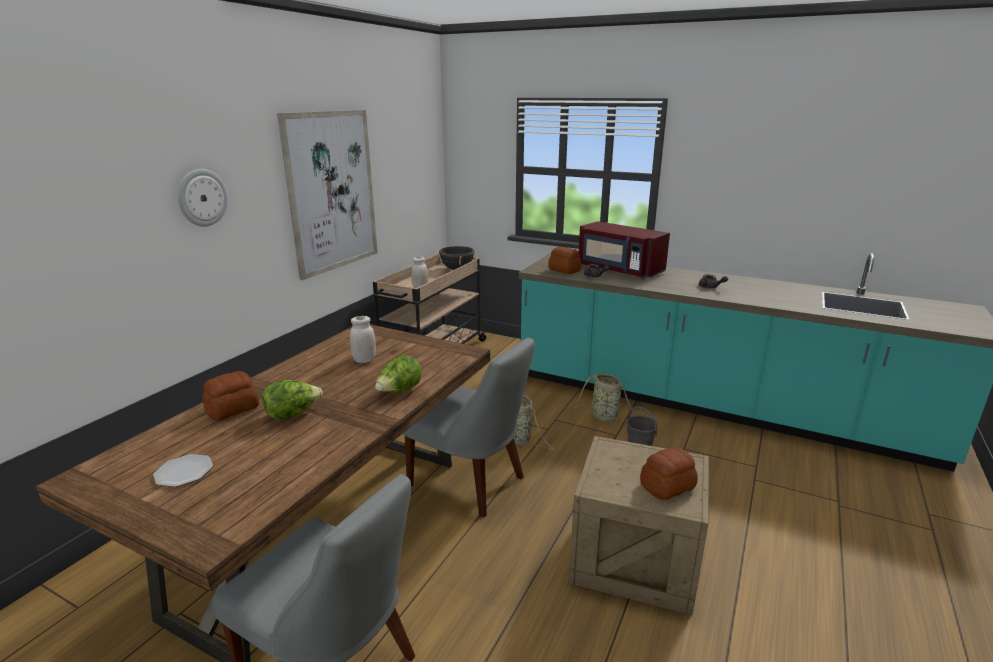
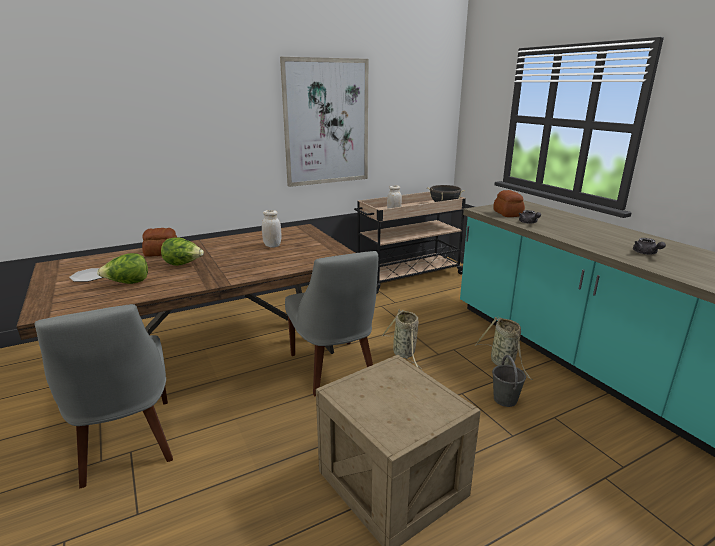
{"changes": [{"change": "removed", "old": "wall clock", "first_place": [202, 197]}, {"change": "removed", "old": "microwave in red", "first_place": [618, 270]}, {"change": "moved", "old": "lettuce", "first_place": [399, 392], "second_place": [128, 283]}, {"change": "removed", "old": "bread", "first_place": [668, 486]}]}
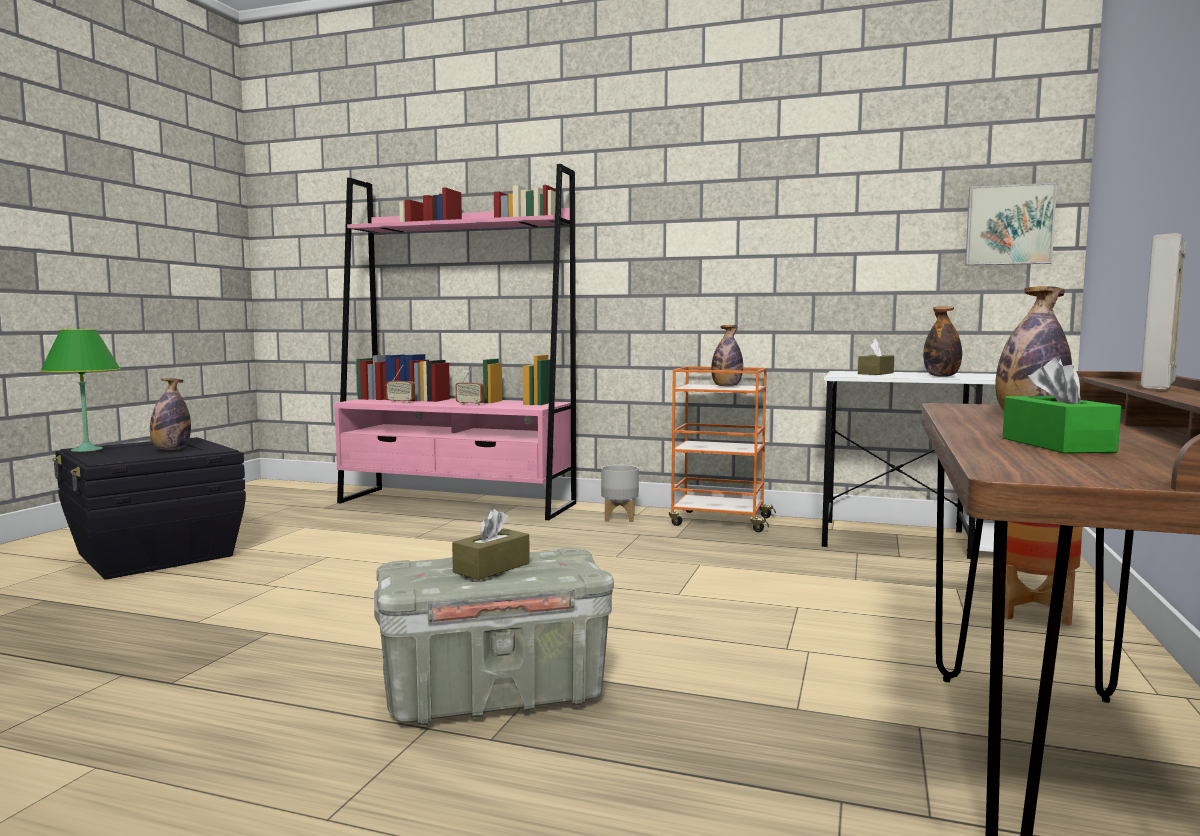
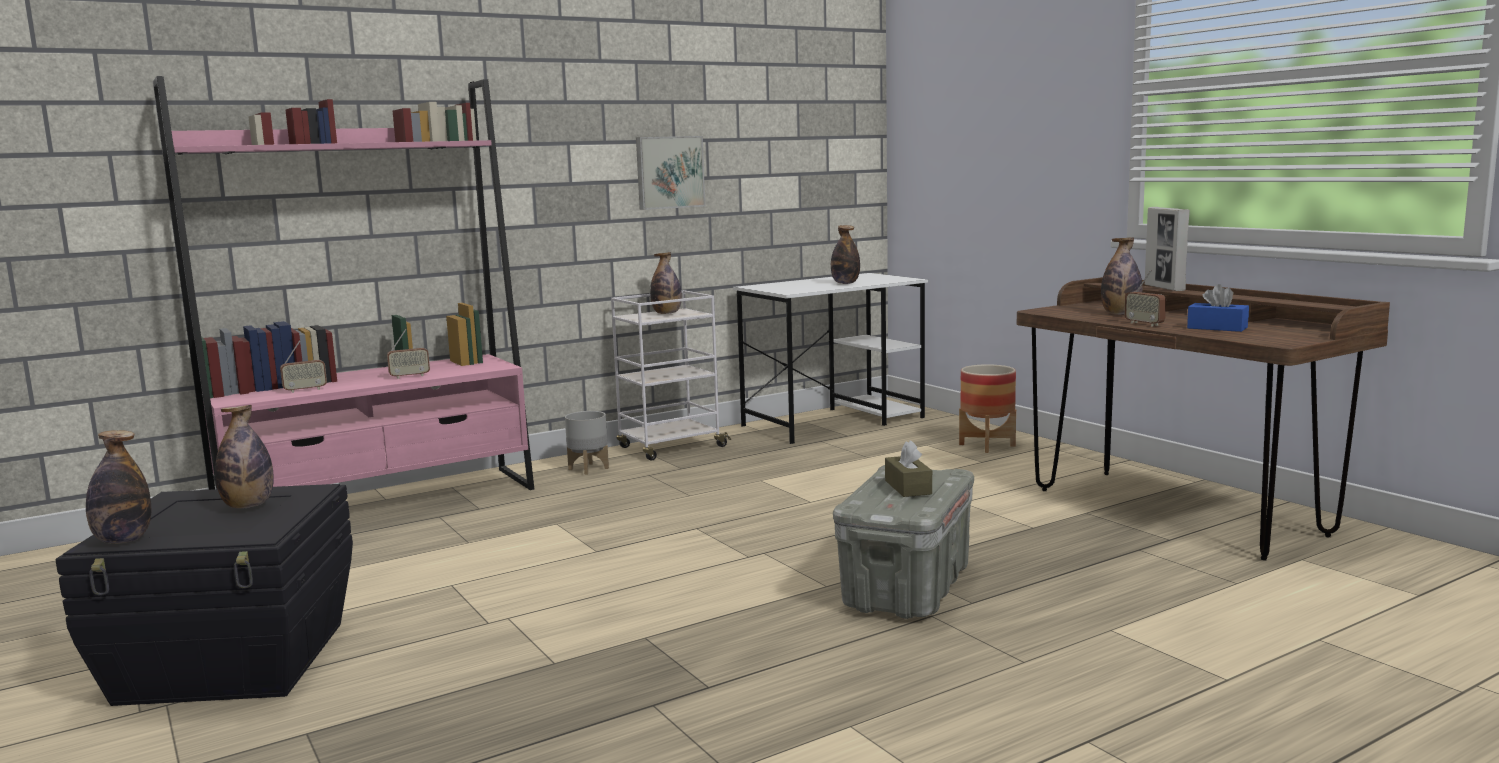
{"changes": [{"change": "moved", "old": "picture", "first_place": [1009, 225], "second_place": [669, 172]}, {"change": "replaced", "old": "table lamp in green", "new": "bottle", "first_place": [87, 450], "second_place": [123, 540]}, {"change": "removed", "old": "tissue box in brown", "first_place": [875, 373]}, {"change": "recoloured", "old": "tissue box in green", "new": "tissue box in blue", "first_place": [1056, 445], "second_place": [1217, 328]}, {"change": "recoloured", "old": "cart in orange", "new": "cart in white", "first_place": [719, 521], "second_place": [670, 447]}, {"change": "added", "new": "radio", "second_place": [1144, 324]}]}
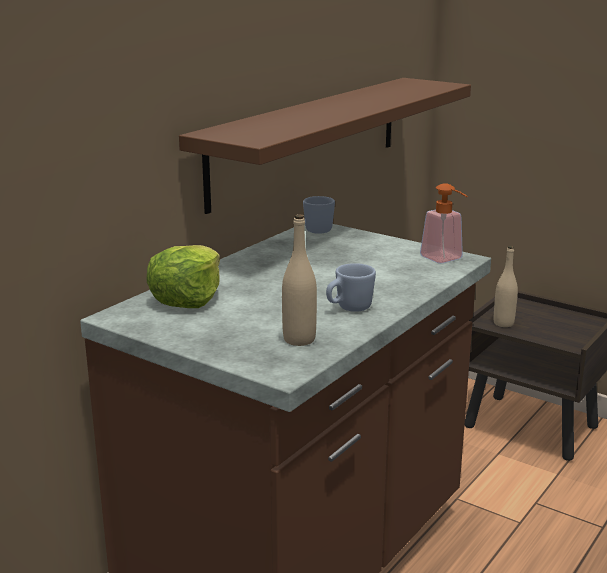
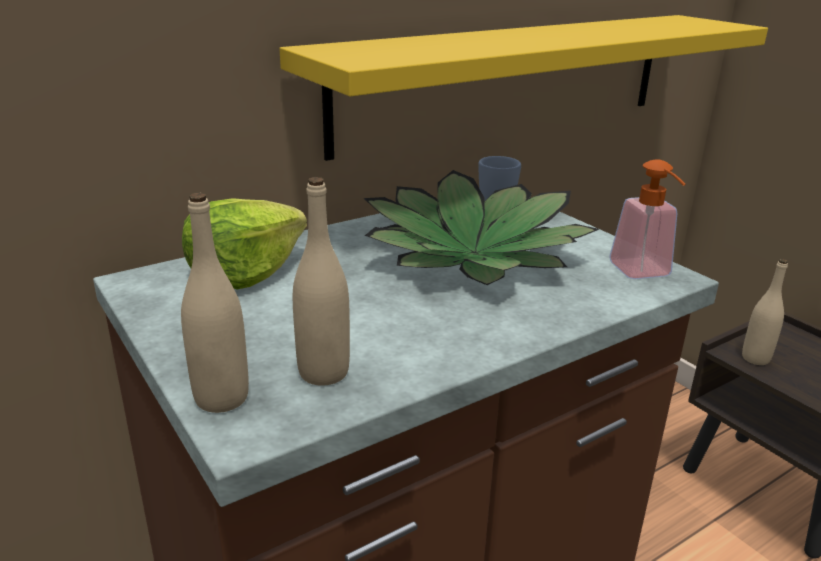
{"changes": [{"change": "recoloured", "old": "shelf in brown", "new": "shelf in yellow", "first_place": [308, 139], "second_place": [510, 79]}, {"change": "removed", "old": "mug in blue", "first_place": [349, 308]}, {"change": "added", "new": "potted plant", "second_place": [474, 252]}, {"change": "added", "new": "bottle in beige", "second_place": [221, 398]}]}
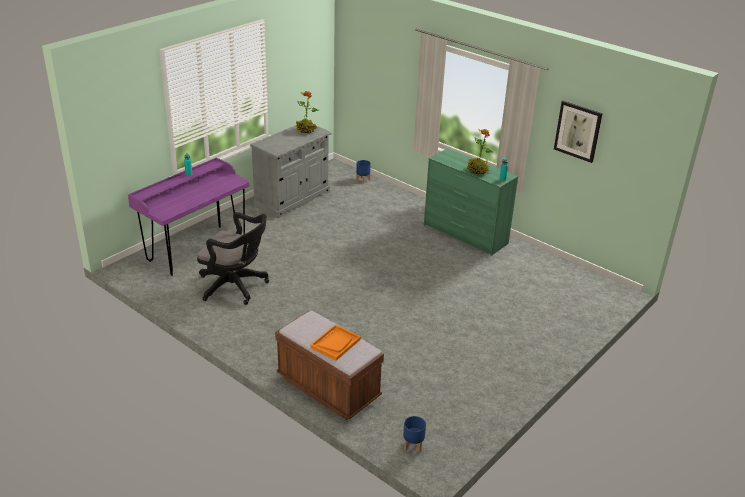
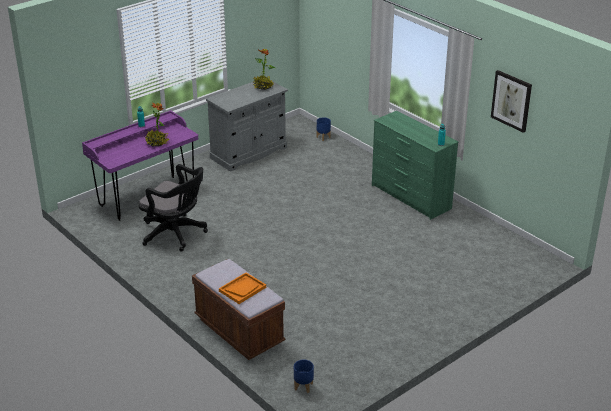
{"changes": [{"change": "moved", "old": "potted plant", "first_place": [477, 171], "second_place": [157, 143]}]}
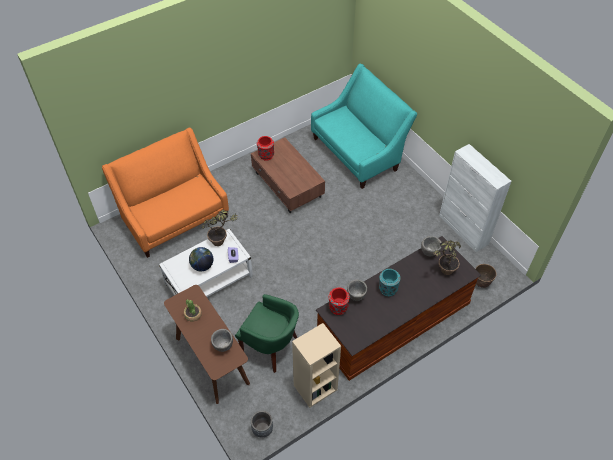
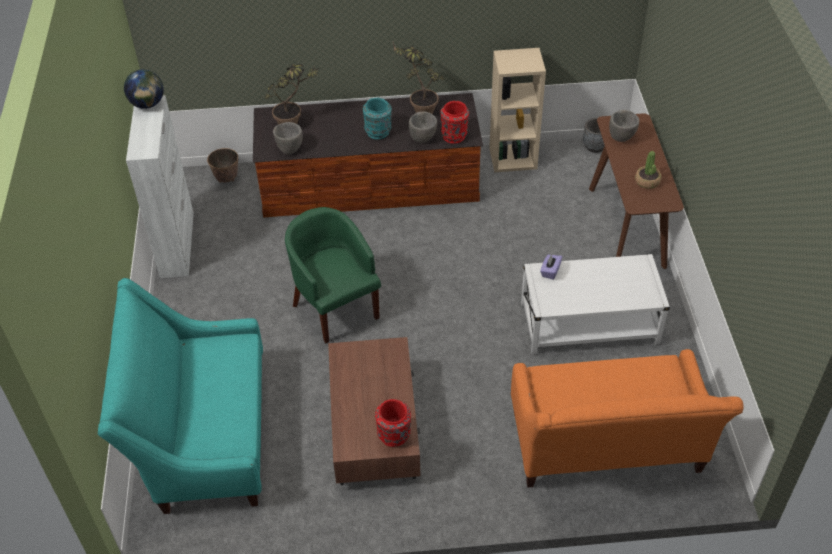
{"changes": [{"change": "moved", "old": "potted plant", "first_place": [222, 242], "second_place": [419, 110]}, {"change": "moved", "old": "globe", "first_place": [202, 266], "second_place": [147, 104]}, {"change": "moved", "old": "armchair in green", "first_place": [271, 347], "second_place": [335, 307]}]}
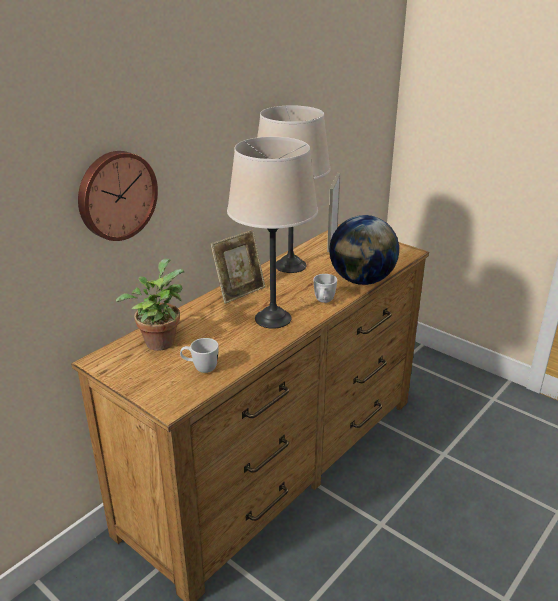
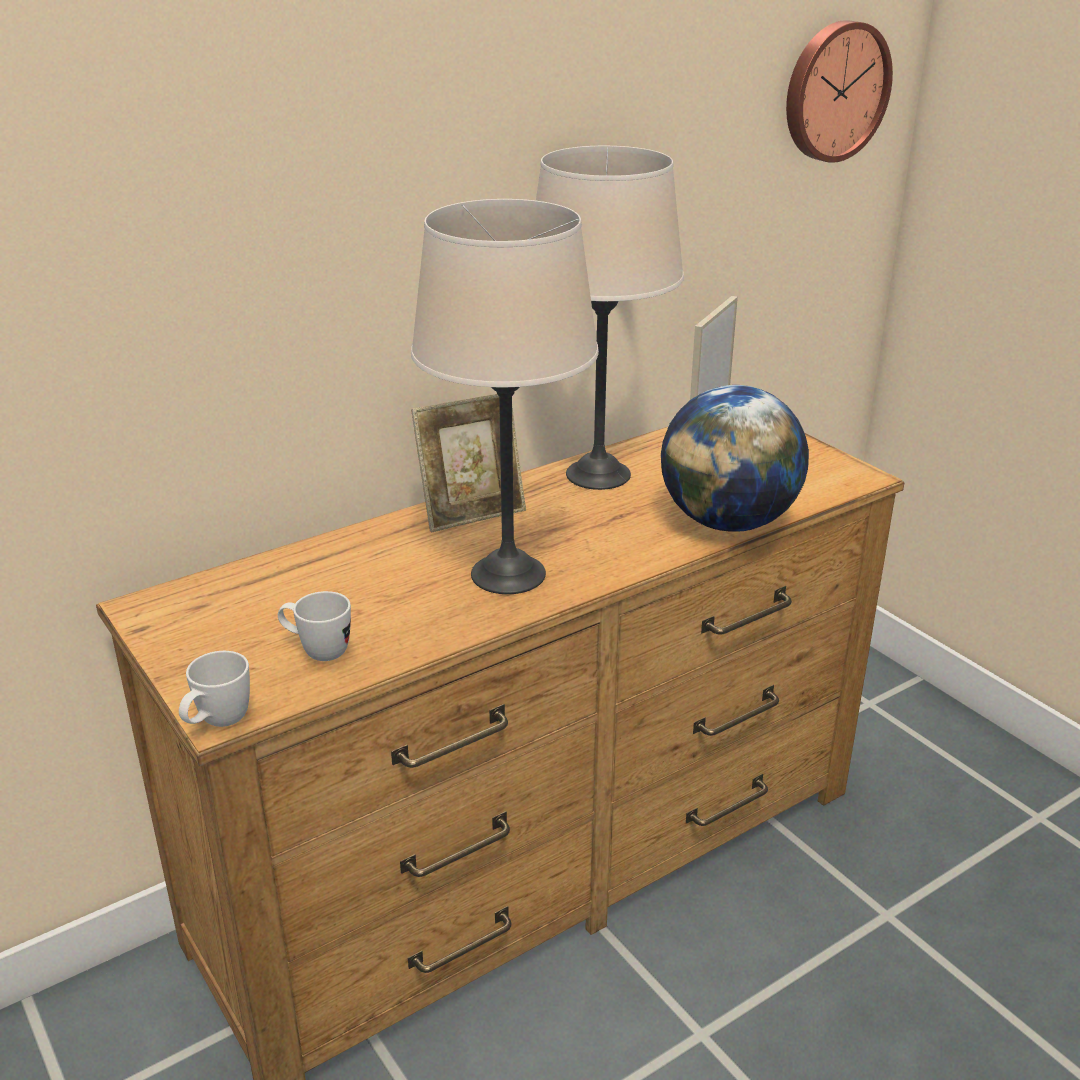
{"changes": [{"change": "moved", "old": "wall clock", "first_place": [116, 195], "second_place": [834, 91]}, {"change": "removed", "old": "potted plant", "first_place": [159, 340]}, {"change": "moved", "old": "mug in white", "first_place": [323, 302], "second_place": [217, 724]}]}
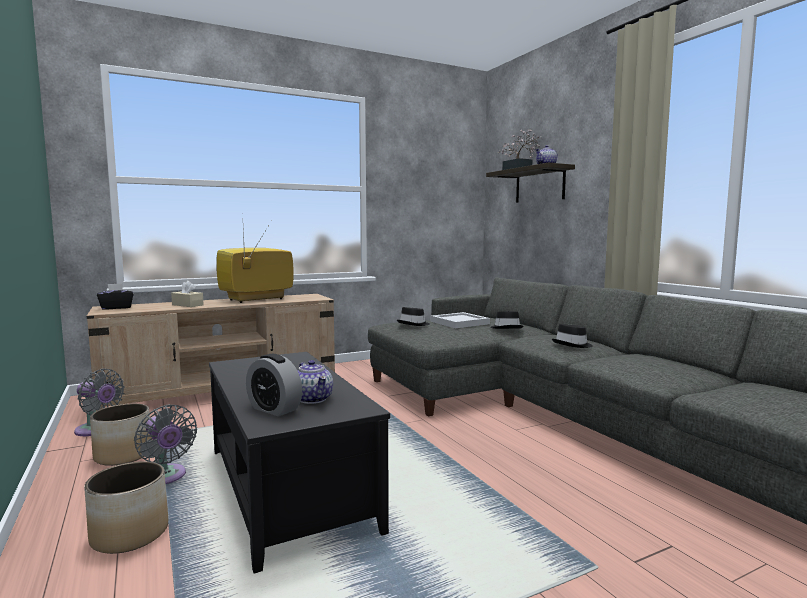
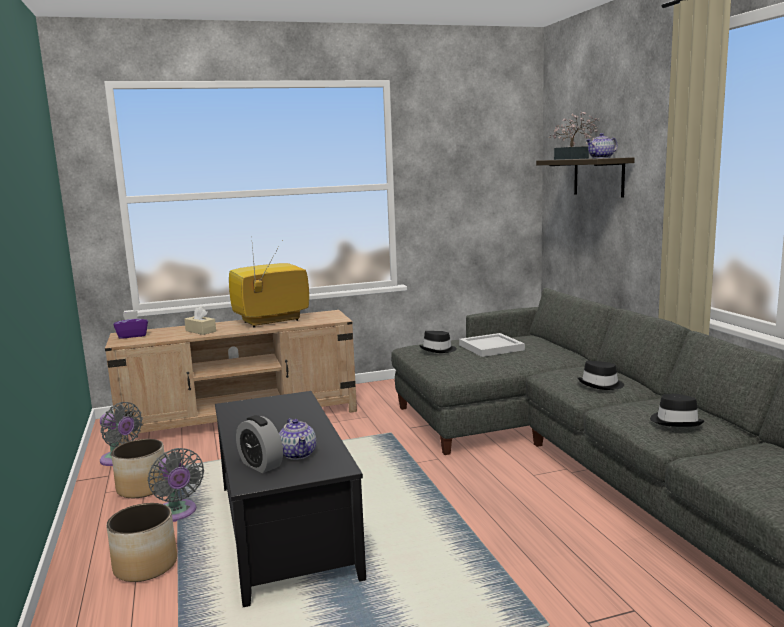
{"changes": [{"change": "recoloured", "old": "tissue box in black", "new": "tissue box in purple", "first_place": [116, 308], "second_place": [132, 335]}, {"change": "moved", "old": "hat in black", "first_place": [506, 328], "second_place": [676, 421]}]}
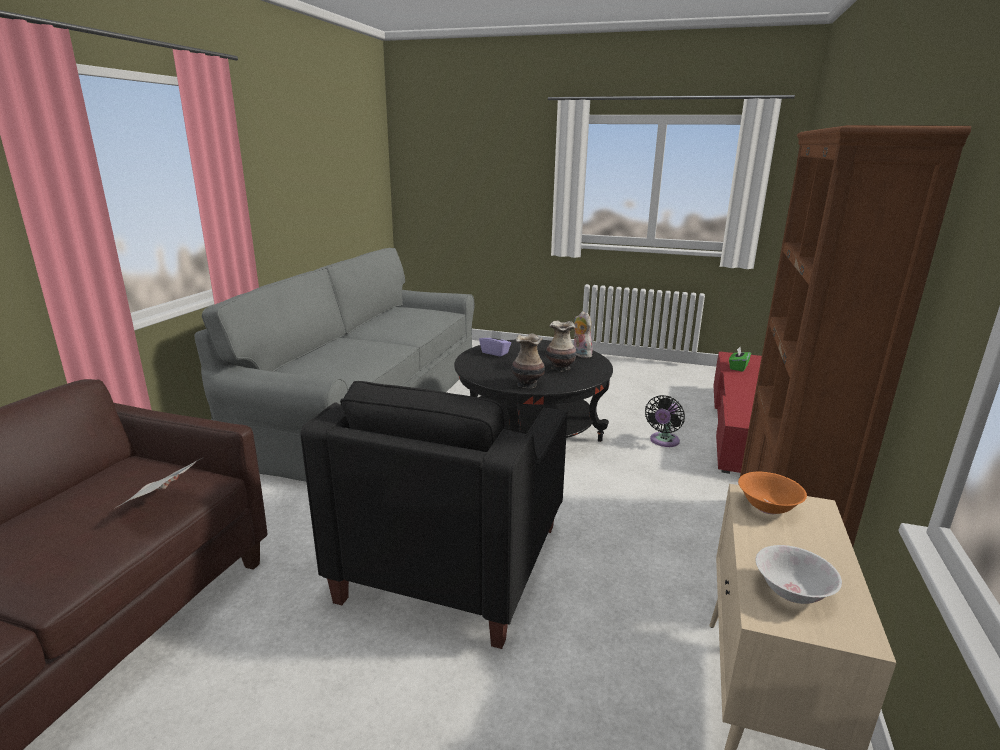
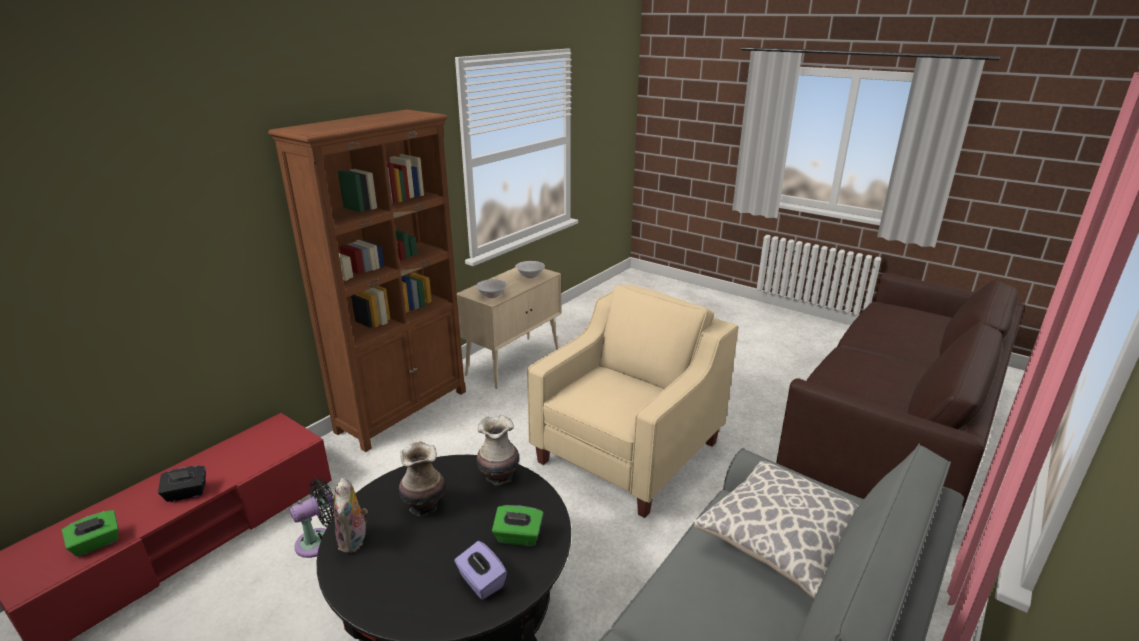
{"changes": [{"change": "recoloured", "old": "armchair in black", "new": "armchair in beige", "first_place": [452, 561], "second_place": [629, 452]}, {"change": "removed", "old": "newspaper", "first_place": [163, 502]}, {"change": "recoloured", "old": "bowl in orange", "new": "bowl in white", "first_place": [767, 507], "second_place": [492, 295]}, {"change": "added", "new": "pillow", "second_place": [782, 544]}, {"change": "added", "new": "tissue box in black", "second_place": [186, 493]}, {"change": "added", "new": "tissue box in green", "second_place": [518, 537]}]}
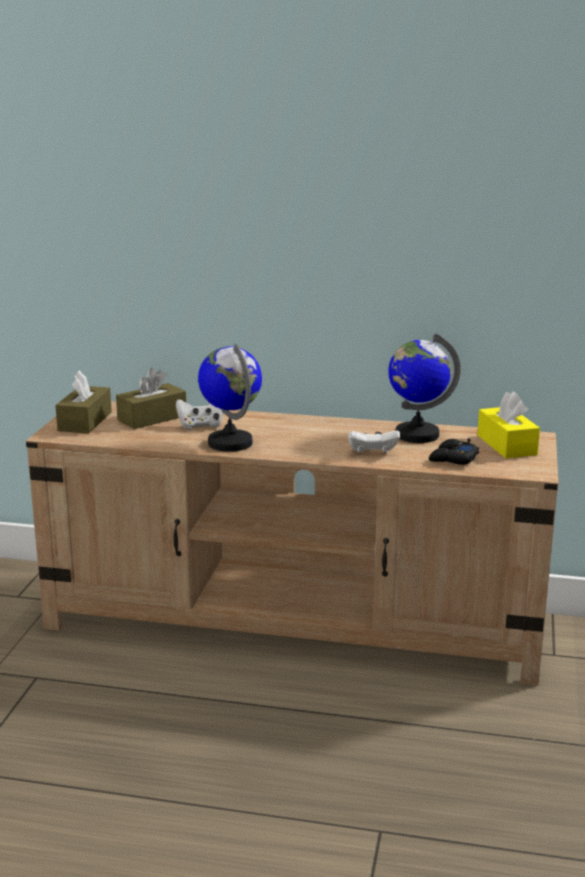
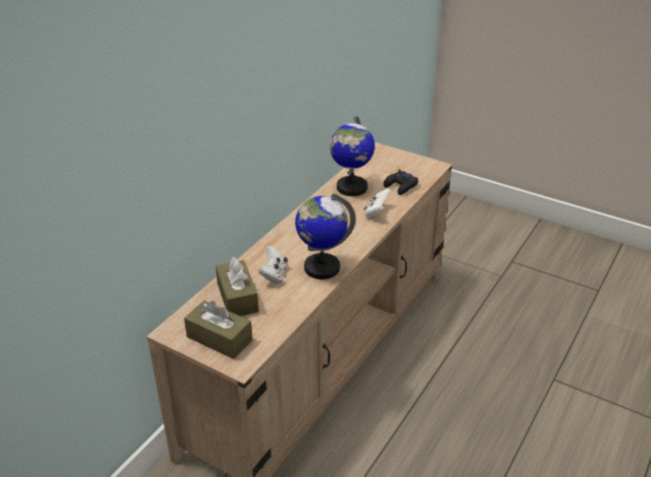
{"changes": [{"change": "removed", "old": "tissue box in yellow", "first_place": [506, 445]}]}
